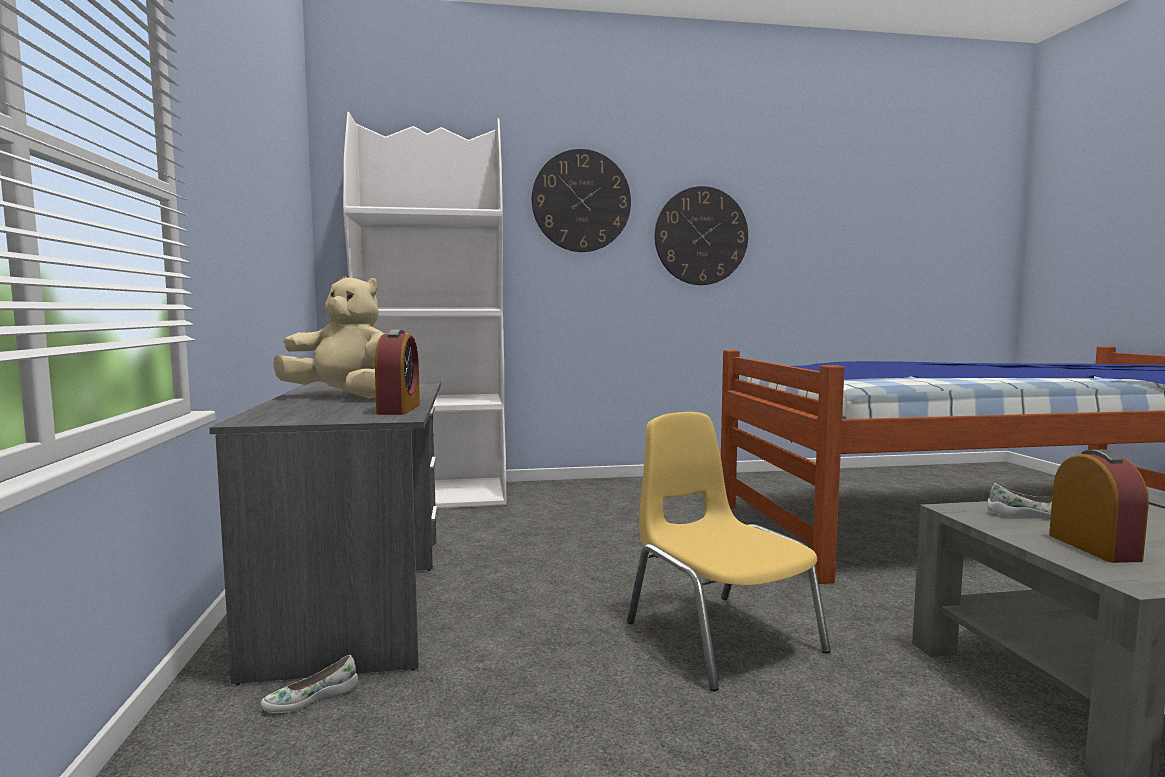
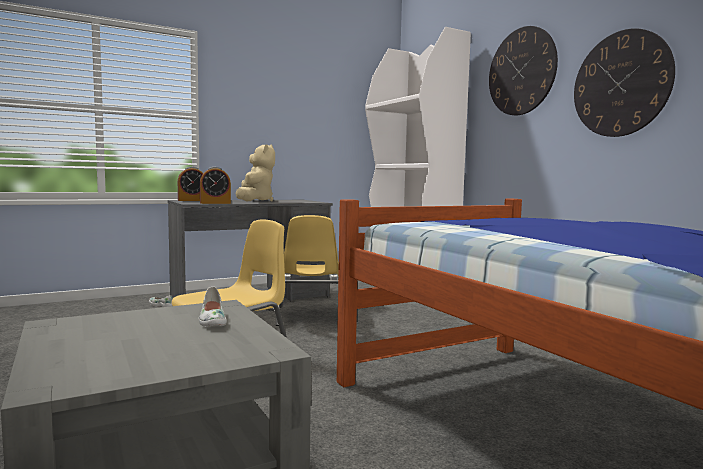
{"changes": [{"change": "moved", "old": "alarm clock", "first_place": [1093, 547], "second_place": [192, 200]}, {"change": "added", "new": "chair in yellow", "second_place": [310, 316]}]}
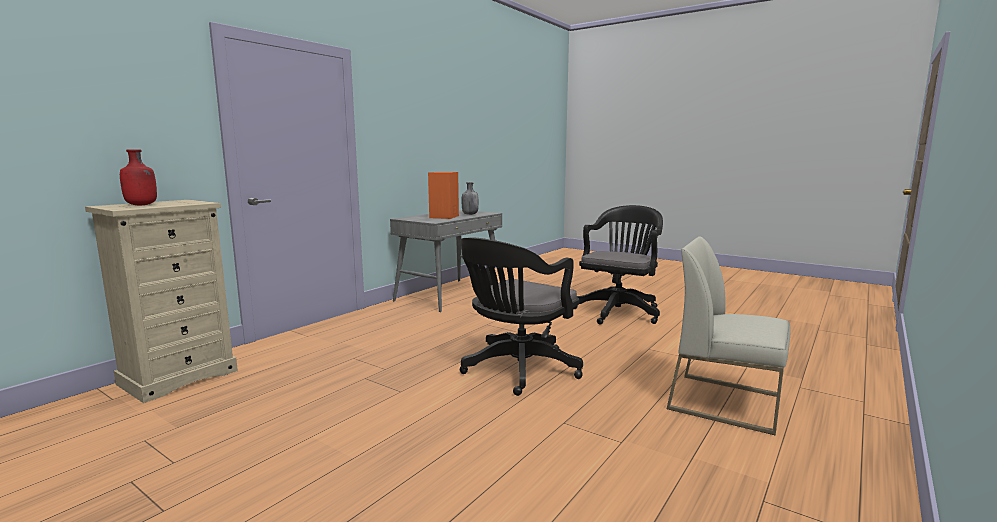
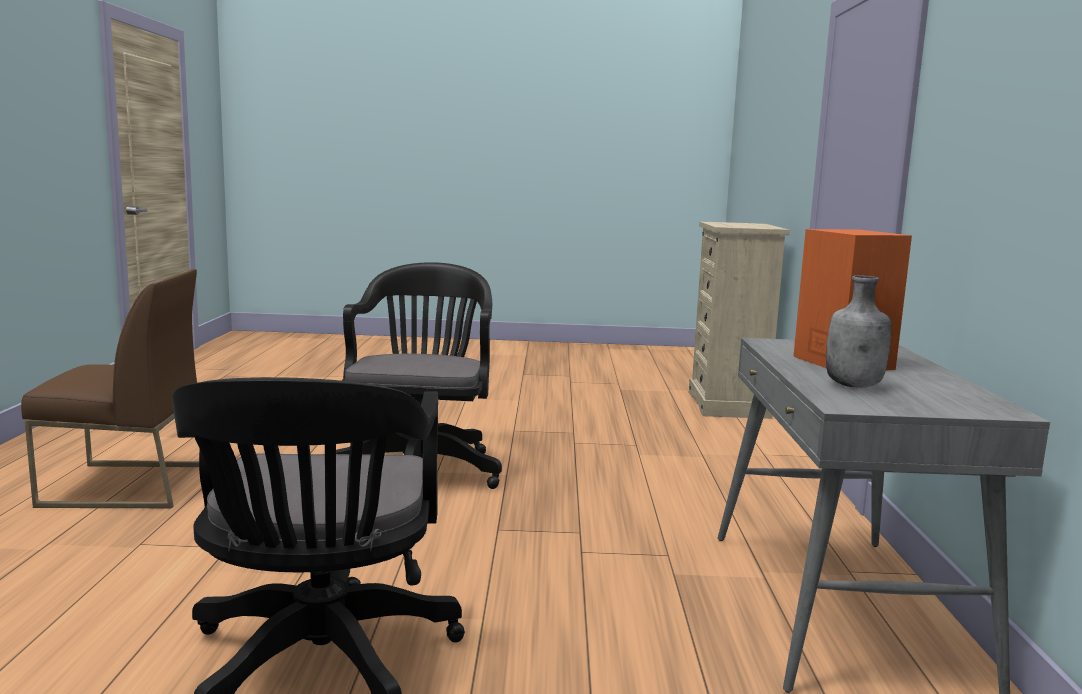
{"changes": [{"change": "removed", "old": "bottle in red", "first_place": [141, 205]}, {"change": "recoloured", "old": "chair in white", "new": "chair in brown", "first_place": [726, 402], "second_place": [126, 486]}]}
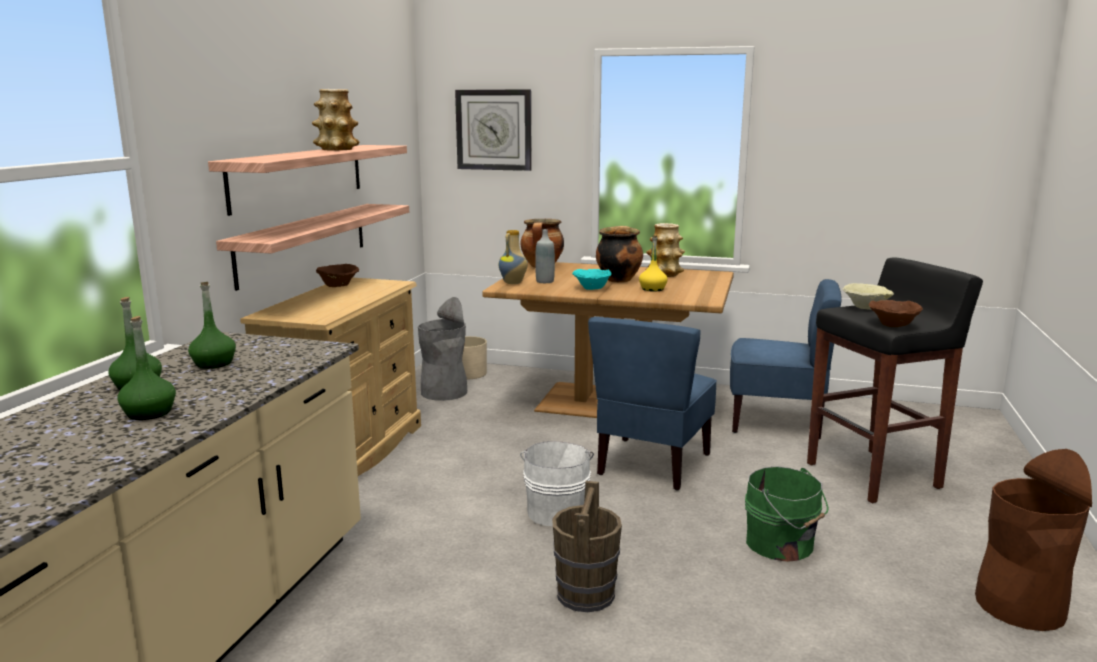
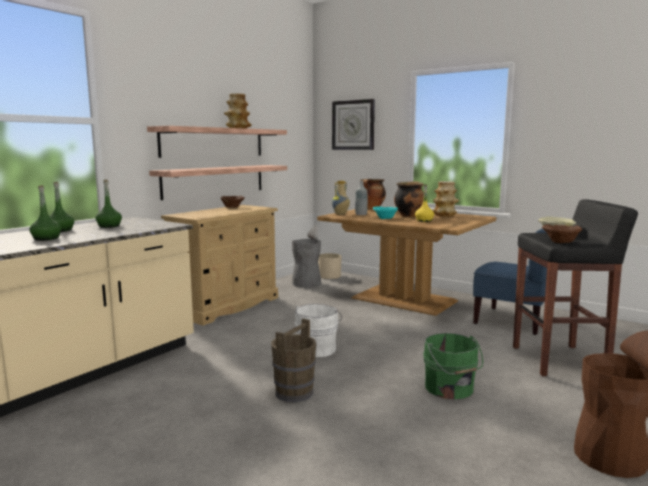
{"changes": [{"change": "removed", "old": "chair in blue", "first_place": [652, 464]}]}
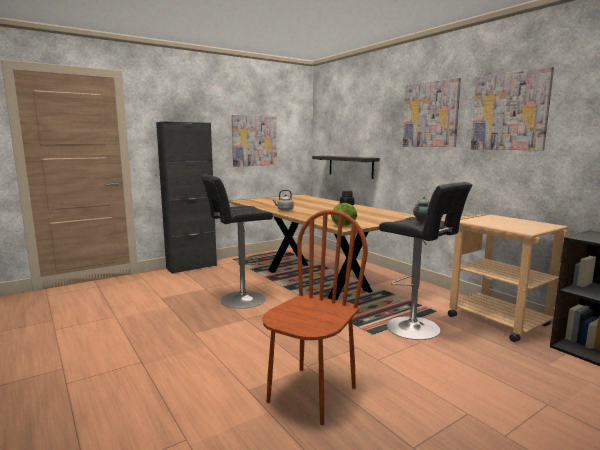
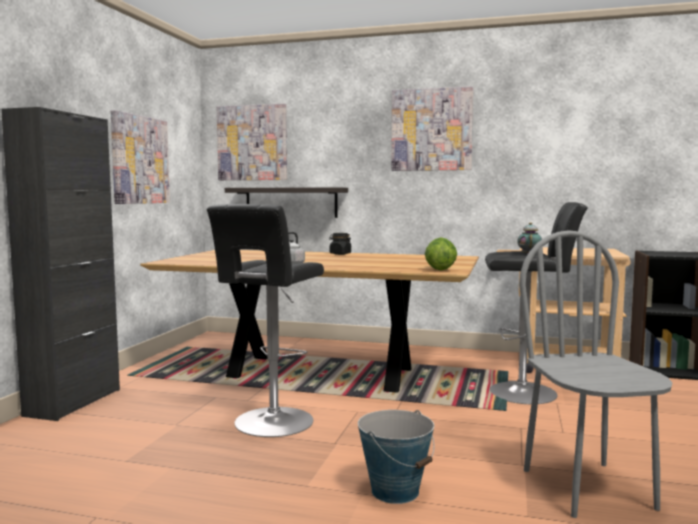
{"changes": [{"change": "moved", "old": "picture", "first_place": [509, 111], "second_place": [252, 143]}, {"change": "recoloured", "old": "chair in brown", "new": "chair in grey", "first_place": [311, 394], "second_place": [588, 488]}, {"change": "added", "new": "bucket", "second_place": [395, 491]}]}
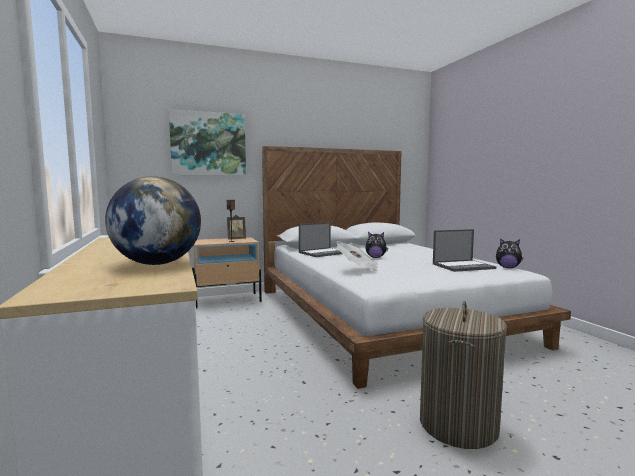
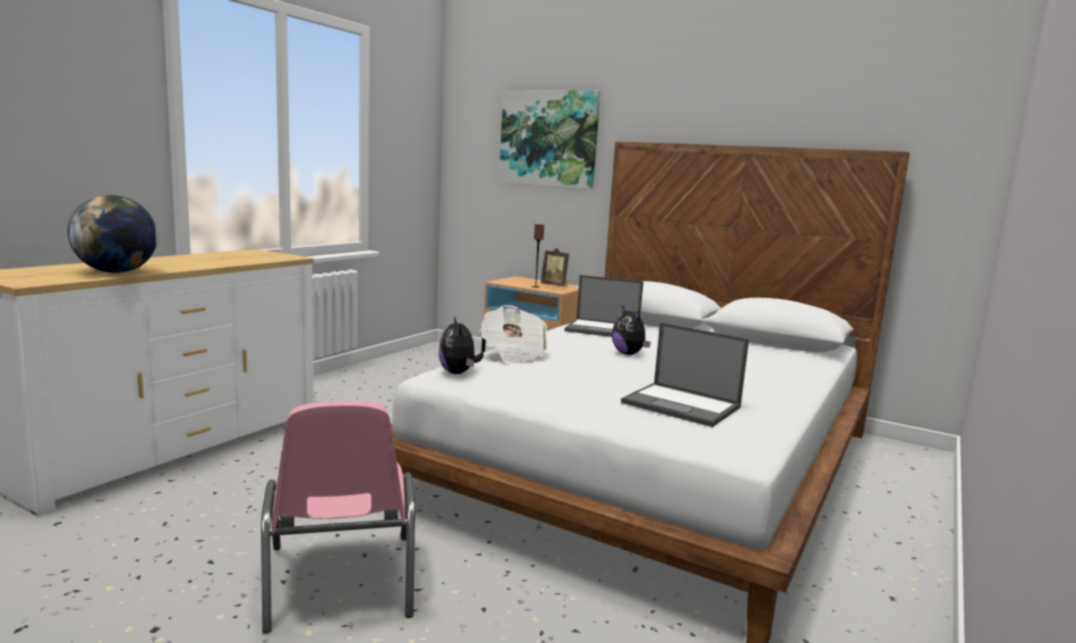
{"changes": [{"change": "moved", "old": "plush toy", "first_place": [508, 267], "second_place": [459, 373]}, {"change": "replaced", "old": "laundry basket", "new": "chair in pink", "first_place": [458, 425], "second_place": [340, 582]}]}
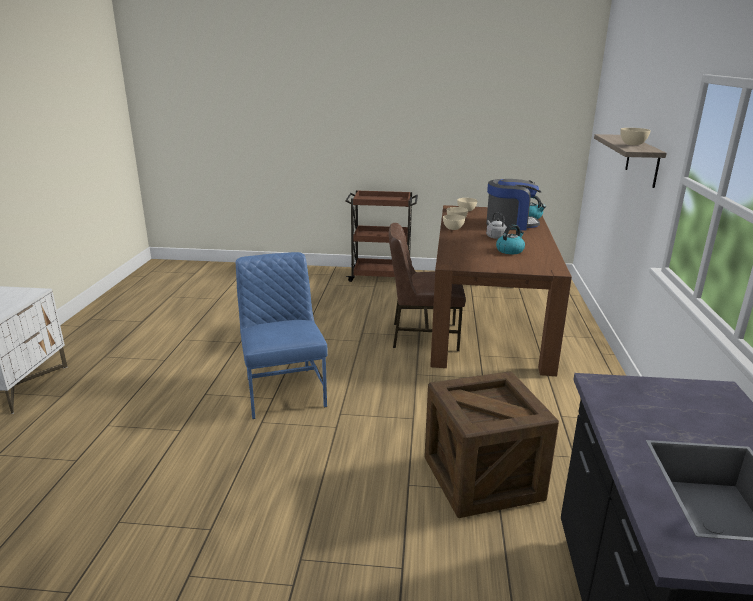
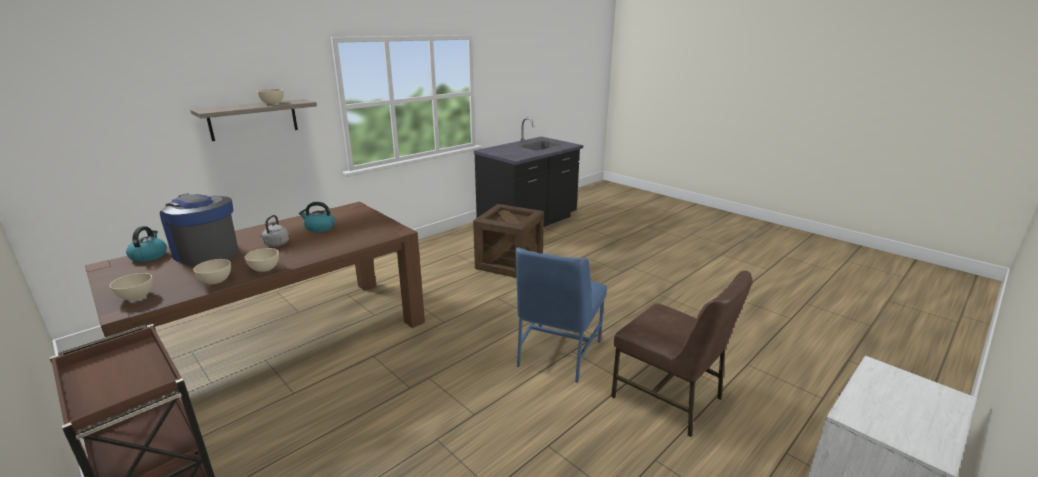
{"changes": [{"change": "moved", "old": "chair in brown", "first_place": [423, 336], "second_place": [668, 397]}]}
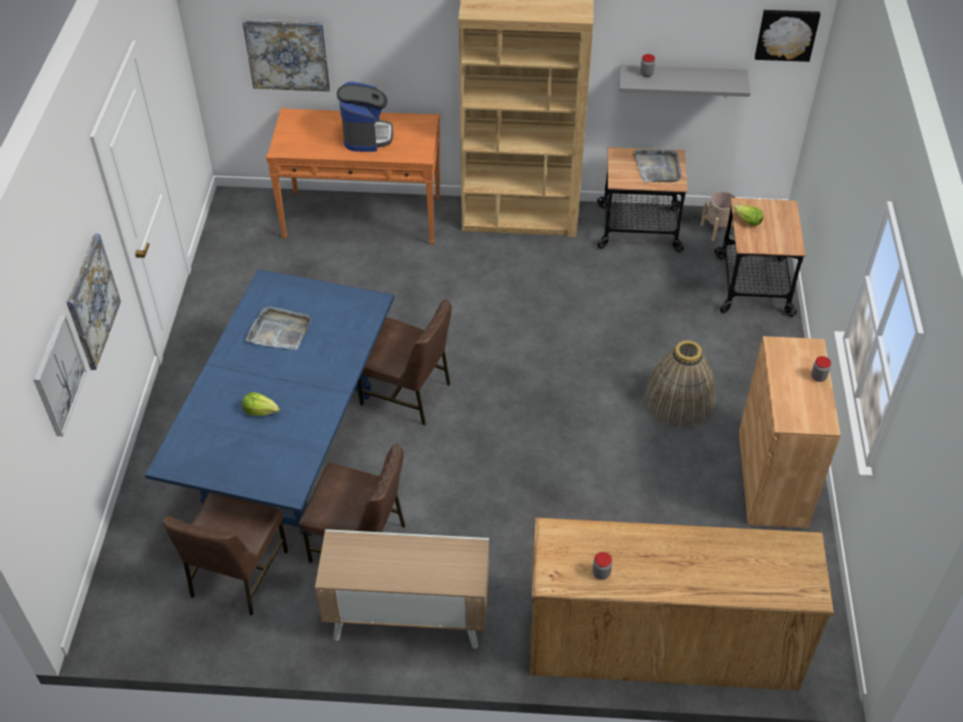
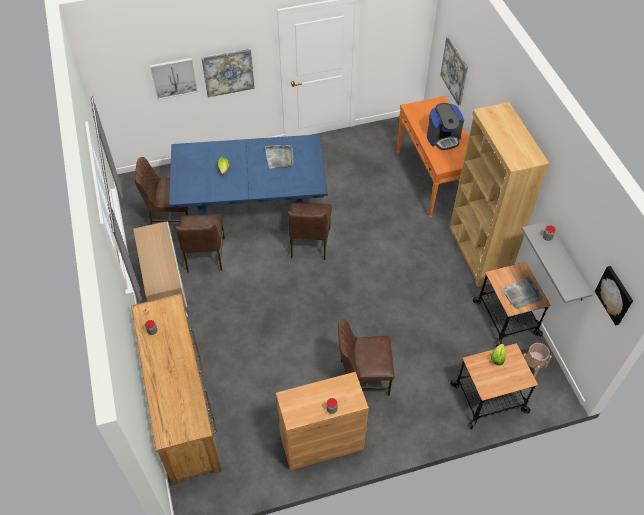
{"changes": [{"change": "replaced", "old": "basket", "new": "chair in brown", "first_place": [679, 400], "second_place": [363, 376]}]}
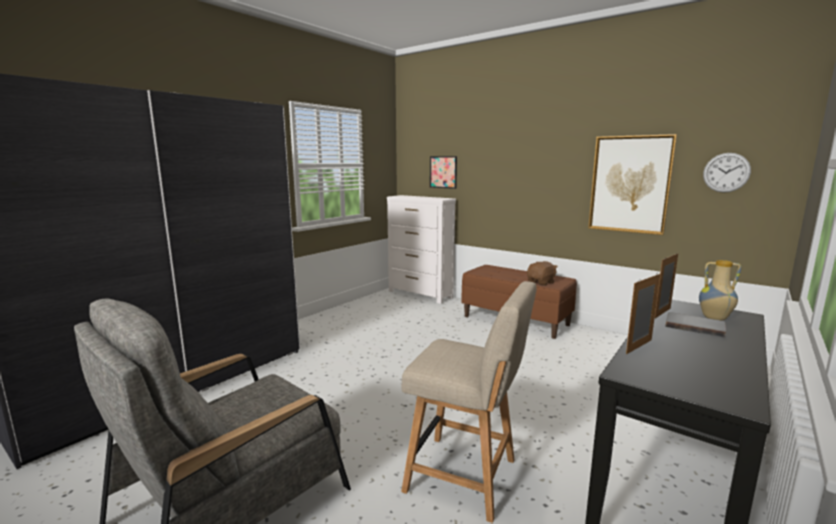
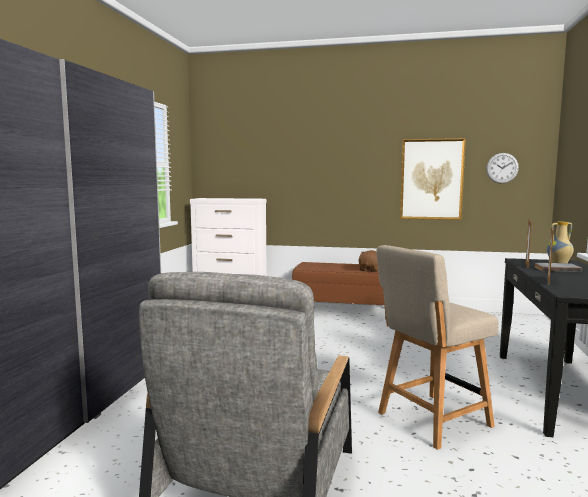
{"changes": [{"change": "removed", "old": "picture", "first_place": [443, 172]}, {"change": "turned", "old": "chair in beige", "first_place": [466, 477], "second_place": [430, 421], "degrees": 150}]}
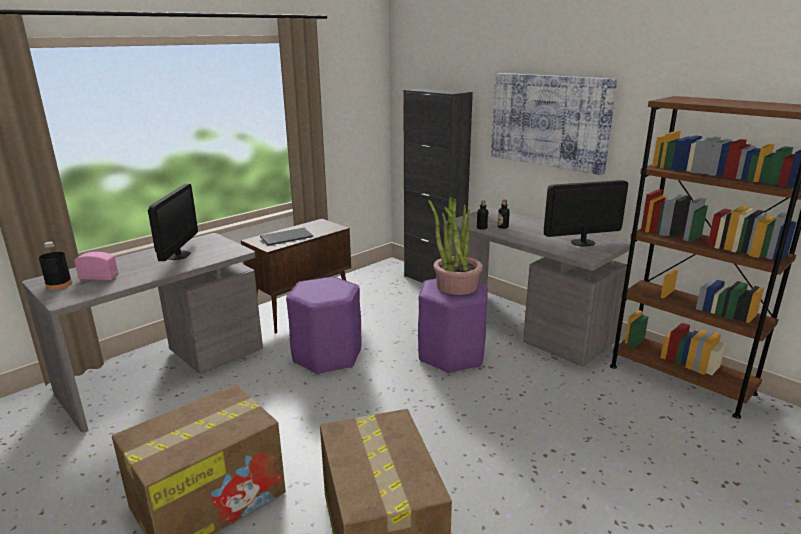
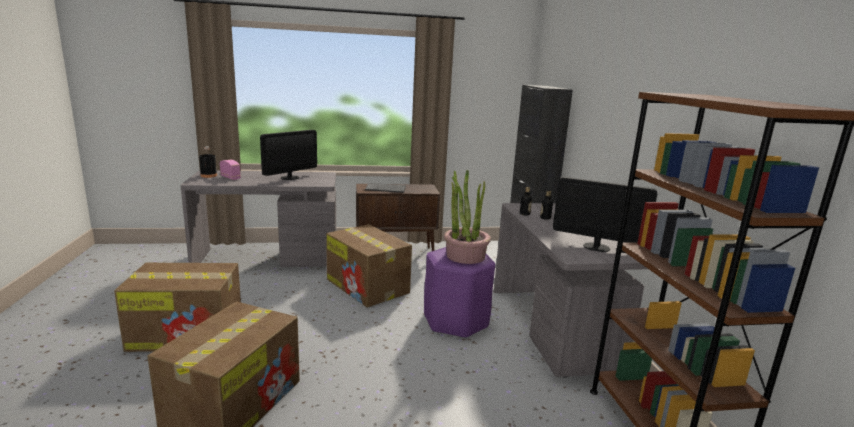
{"changes": [{"change": "removed", "old": "picture", "first_place": [550, 121]}, {"change": "replaced", "old": "stool in purple", "new": "cardboard box", "first_place": [327, 356], "second_place": [368, 286]}]}
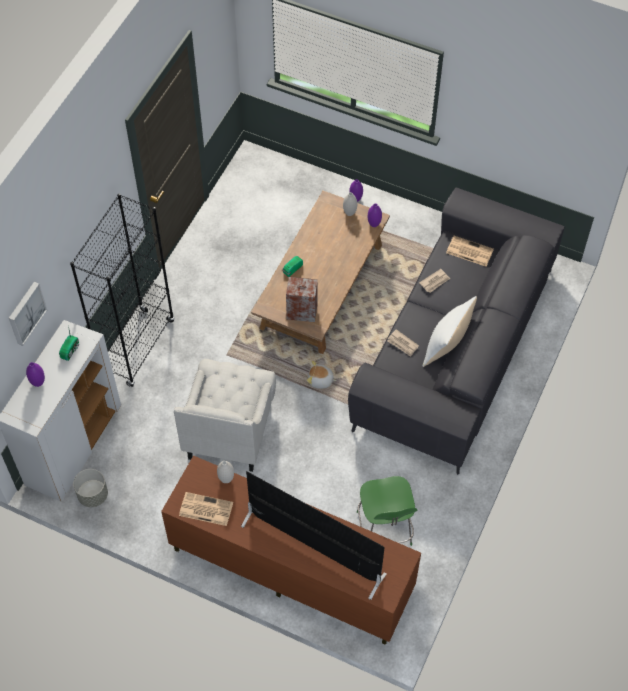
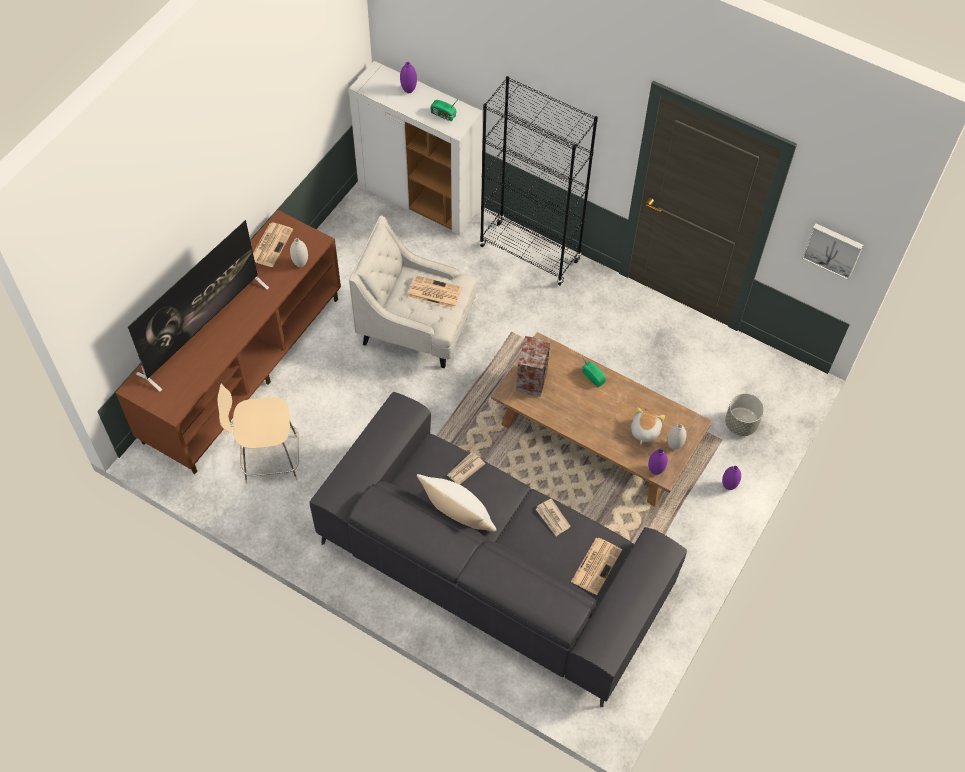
{"changes": [{"change": "moved", "old": "picture", "first_place": [25, 312], "second_place": [833, 249]}, {"change": "moved", "old": "plush toy", "first_place": [320, 380], "second_place": [644, 431]}, {"change": "moved", "old": "planter in grey", "first_place": [93, 495], "second_place": [741, 424]}, {"change": "recoloured", "old": "stool in green", "new": "stool in beige", "first_place": [384, 530], "second_place": [268, 459]}, {"change": "added", "new": "newspaper", "second_place": [434, 292]}]}
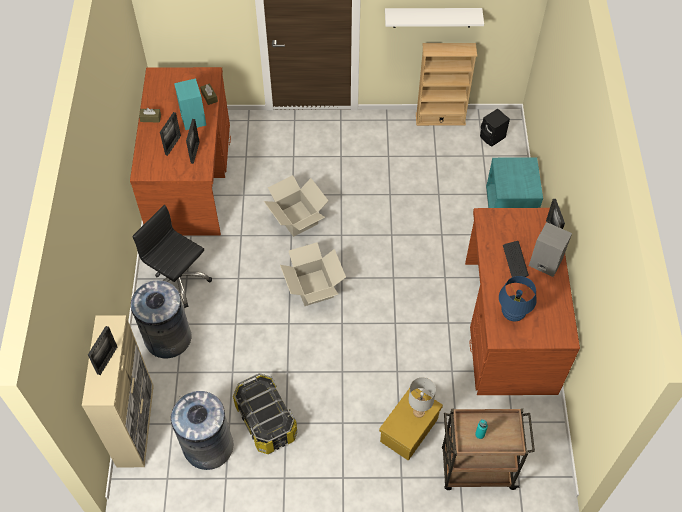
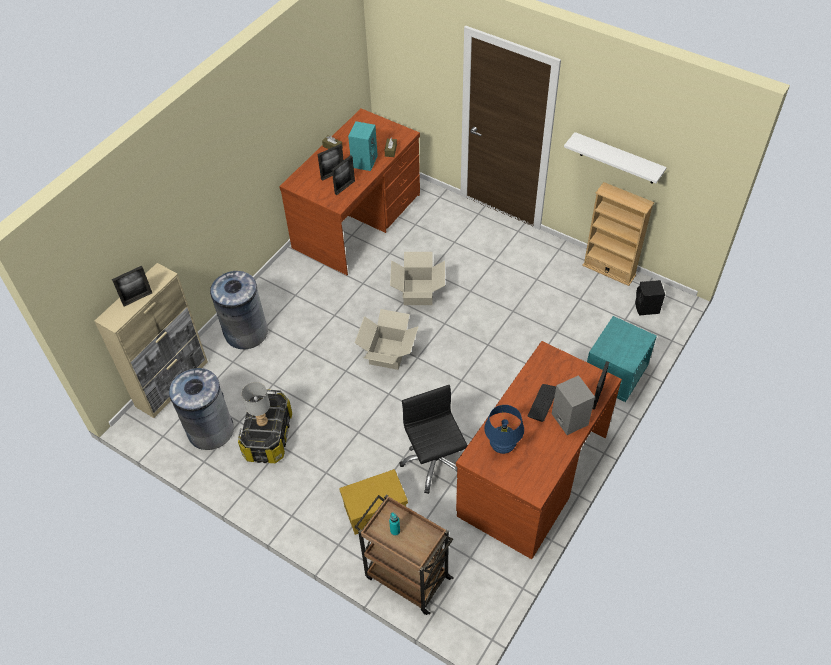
{"changes": [{"change": "moved", "old": "office chair in black", "first_place": [178, 281], "second_place": [434, 463]}, {"change": "moved", "old": "table lamp in grey", "first_place": [419, 412], "second_place": [262, 421]}]}
